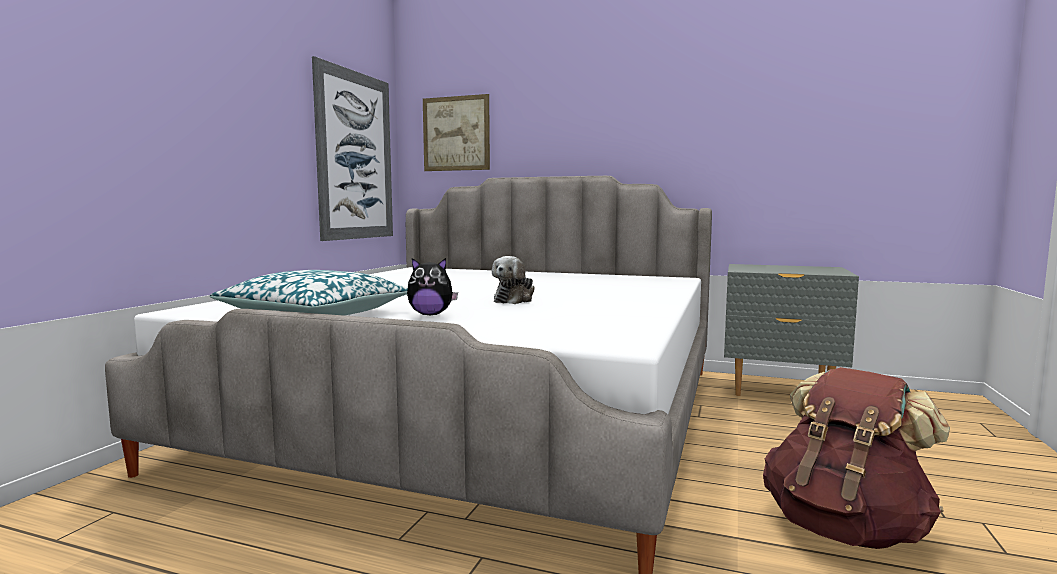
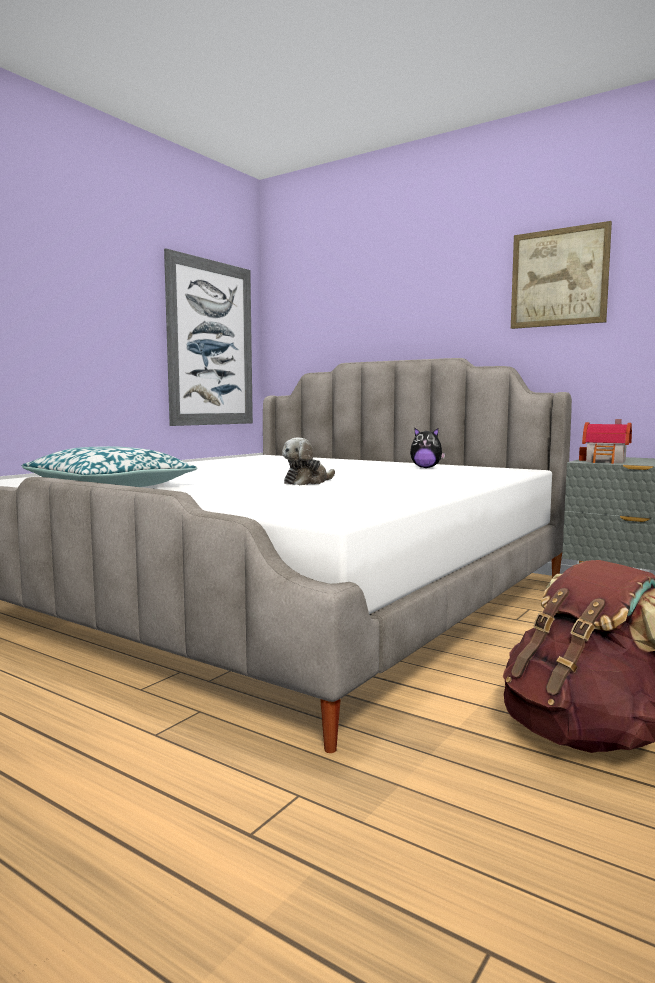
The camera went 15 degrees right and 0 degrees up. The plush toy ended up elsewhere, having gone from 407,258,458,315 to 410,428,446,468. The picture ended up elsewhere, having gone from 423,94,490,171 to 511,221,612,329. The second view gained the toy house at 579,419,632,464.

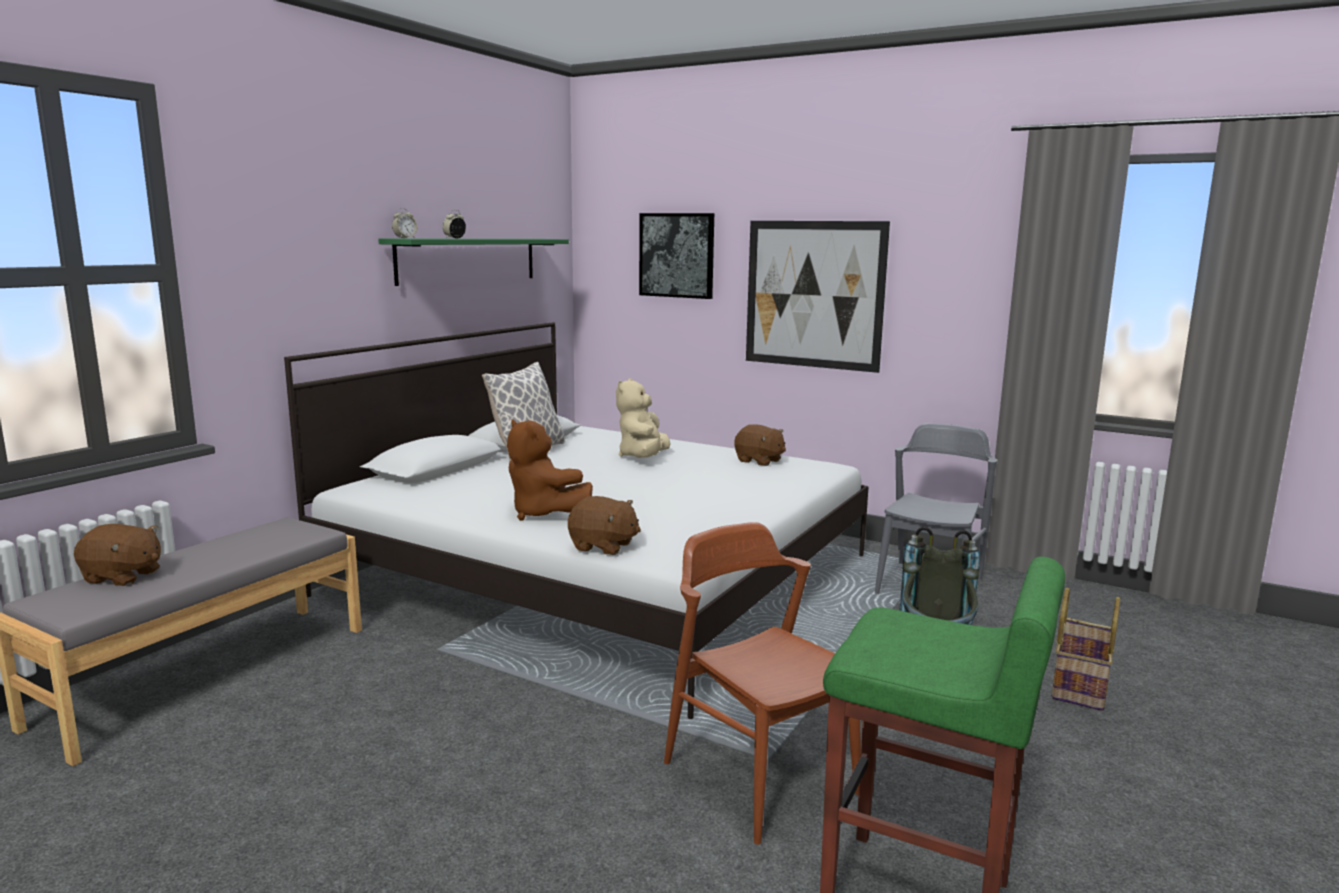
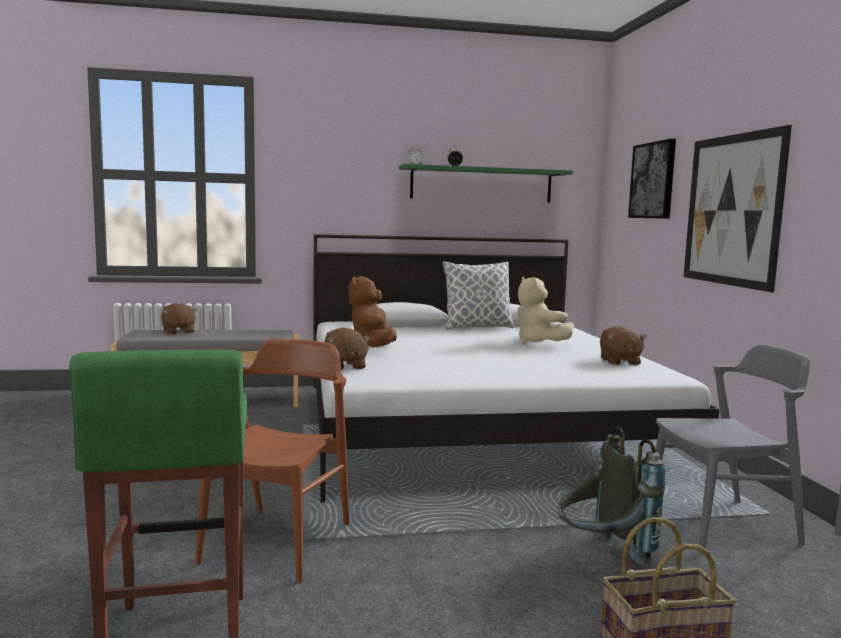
The camera went 50 degrees right and 5 degrees down. The beige plush toy at 616,378,670,458 ended up facing another way, 90 degrees counterclockwise from before.

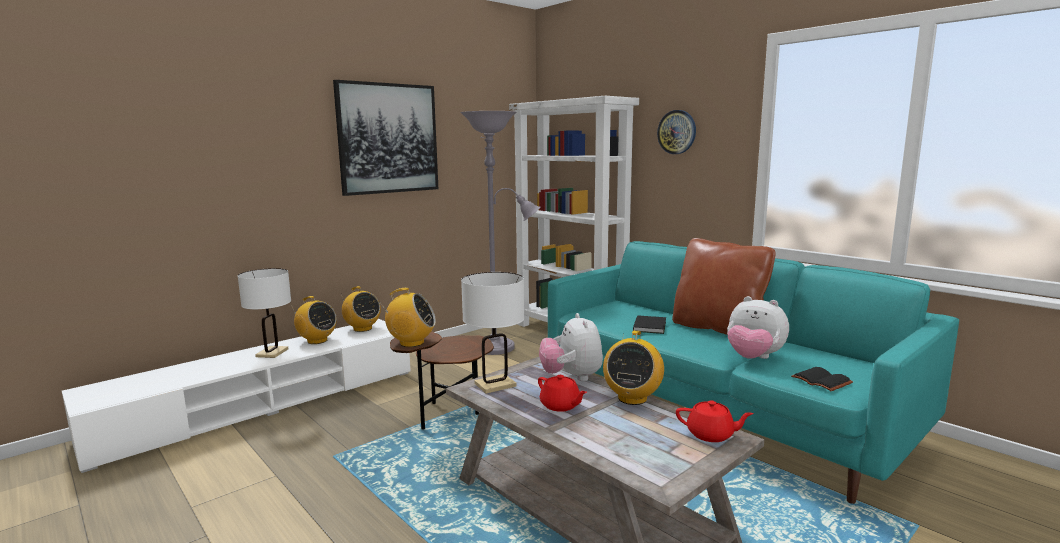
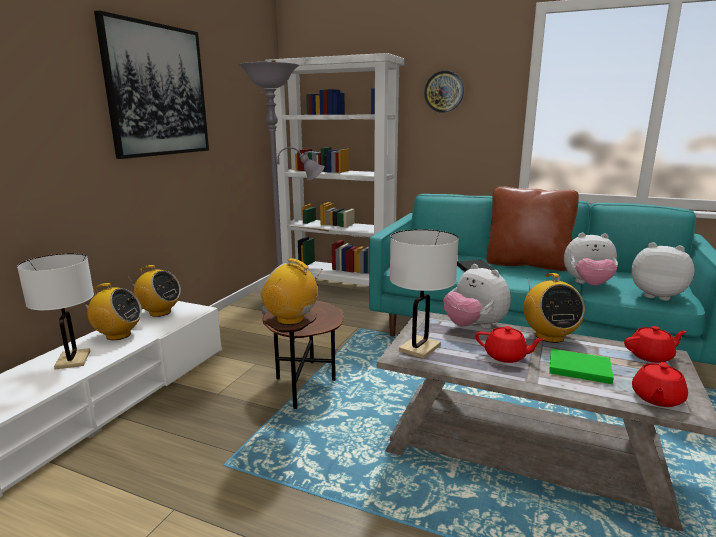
The camera went 25 degrees left and 5 degrees up. The radio at 381,288,436,347 ended up facing another way, 135 degrees counterclockwise from before. Where the black book stood at 791,367,853,391, the plush toy came to stand at 631,242,694,301. The second view gained the green book at 549,349,614,384. The second view gained the red teapot at 632,362,688,407.

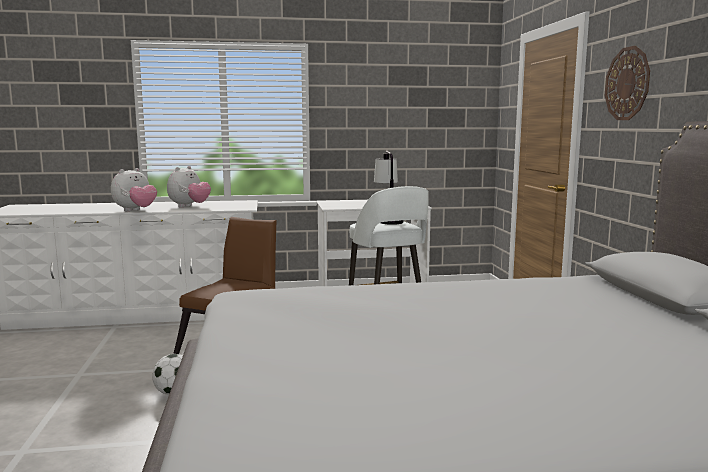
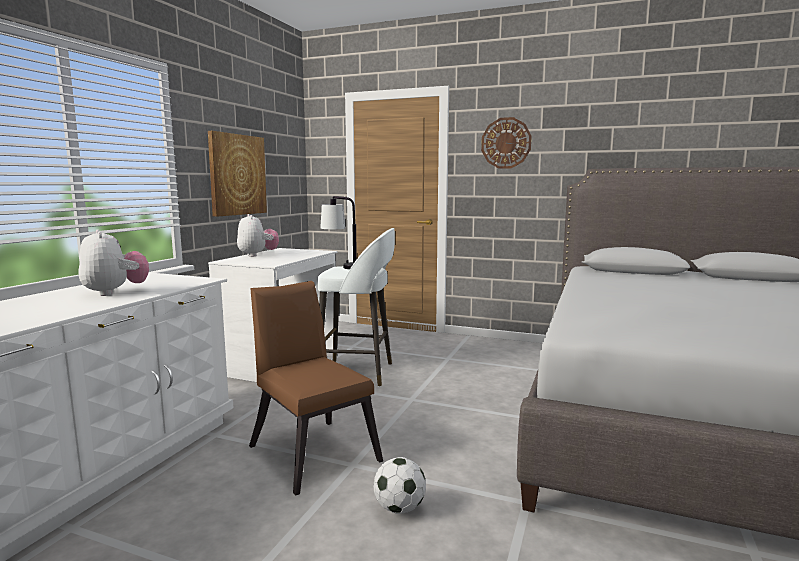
The camera went 60 degrees left and 0 degrees up. The plush toy ended up elsewhere, having gone from 111,168,157,211 to 237,214,279,257. The second view gained the picture at 208,131,267,217.

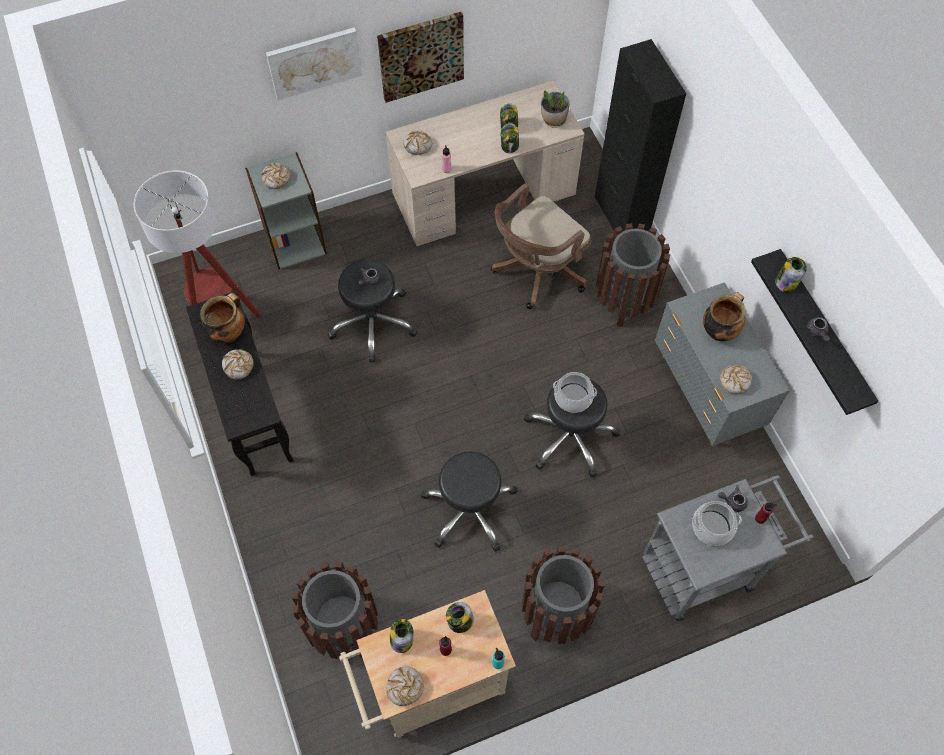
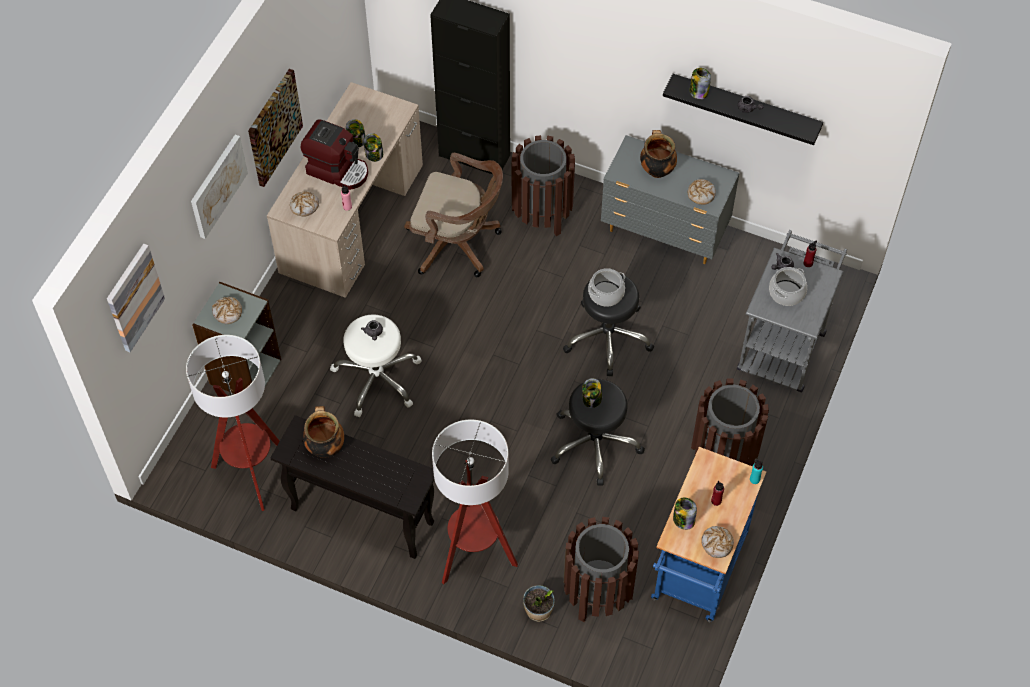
The camera went 45 degrees left and 5 degrees down. The second view lost the bread at 222,349,254,380. What was the black stool at 328,260,417,362 turned into the white stool at 330,314,422,417. What was the beige cart at 339,590,516,738 turned into the blue cart at 651,447,766,622. The jar ended up elsewhere, having gone from 446,602,474,633 to 582,378,602,408. The brown office chair at 491,183,591,309 ended up facing another way, 75 degrees counterclockwise from before. The potted plant ended up elsewhere, having gone from 541,90,569,128 to 523,585,555,621. The second view gained the picture at 107,244,165,352. The second view gained the coffee machine at 301,119,368,190. The second view gained the floor lamp at 432,420,518,584.

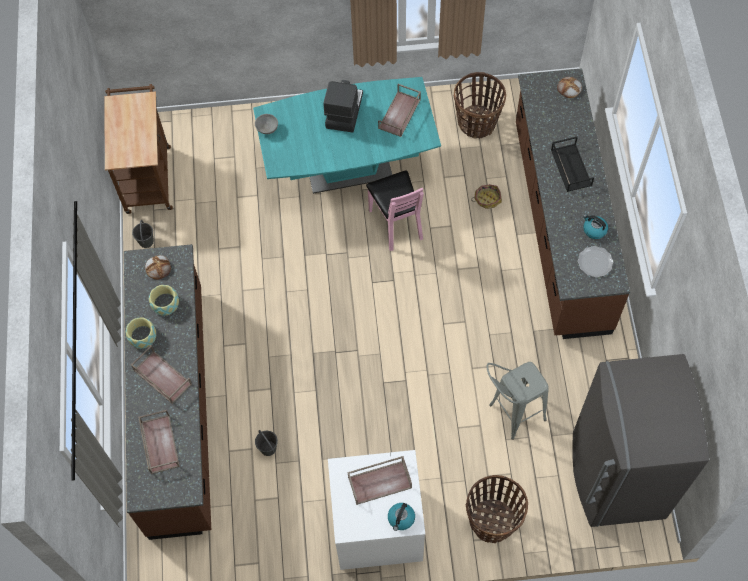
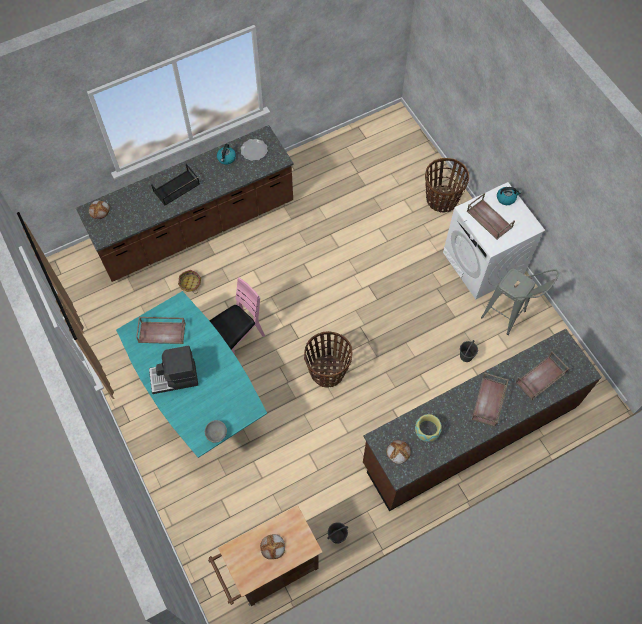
The camera went 115 degrees left and 0 degrees up. The second view lost the bowl at 126,317,156,349. The basket ended up elsewhere, having gone from 454,72,506,139 to 304,331,352,388. The grey stool ended up elsewhere, having gone from 486,362,549,440 to 481,268,559,335. The second view lost the grey fridge at 573,354,709,527. The second view gained the bread at 260,534,285,559.

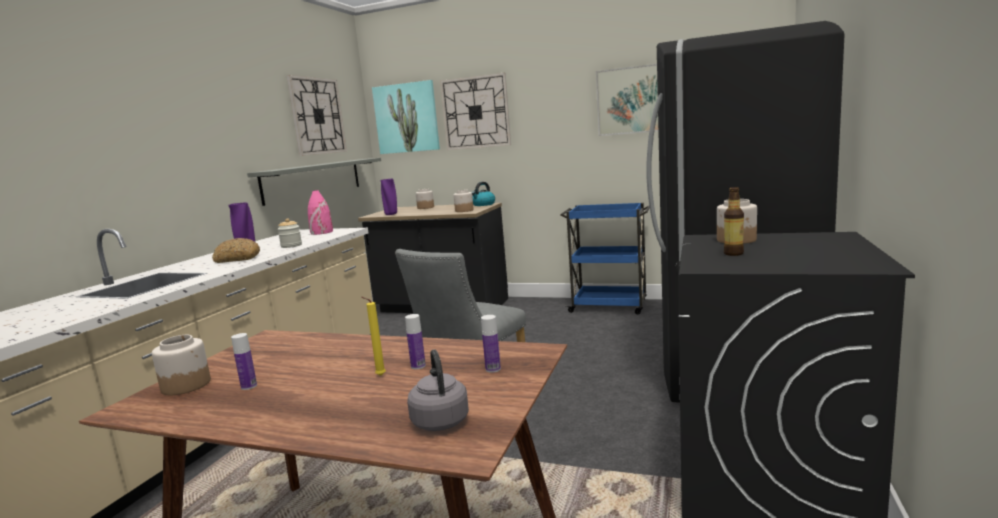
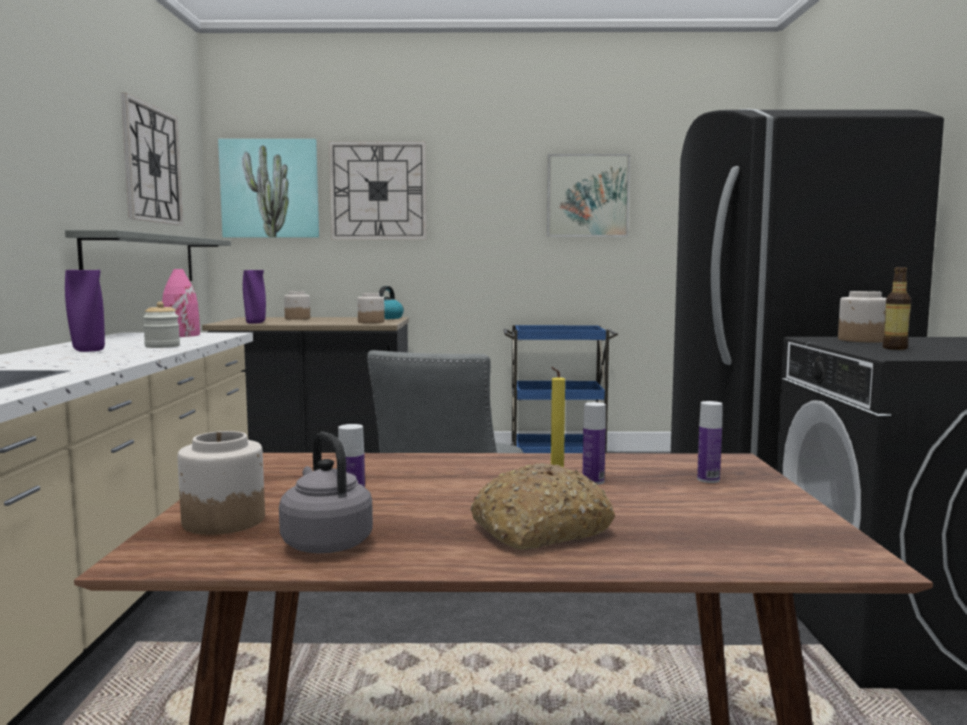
The camera went 20 degrees left and 5 degrees down. The bread ended up elsewhere, having gone from 212,238,260,263 to 471,463,615,550. The grey kettle ended up elsewhere, having gone from 407,349,469,431 to 279,432,373,553.

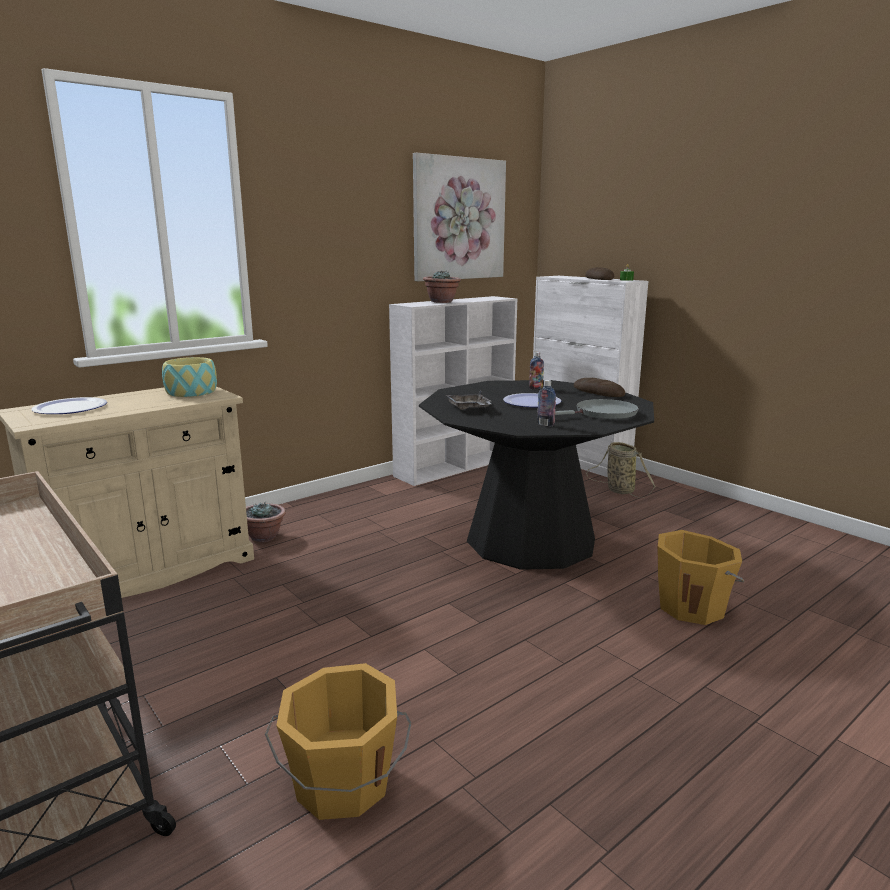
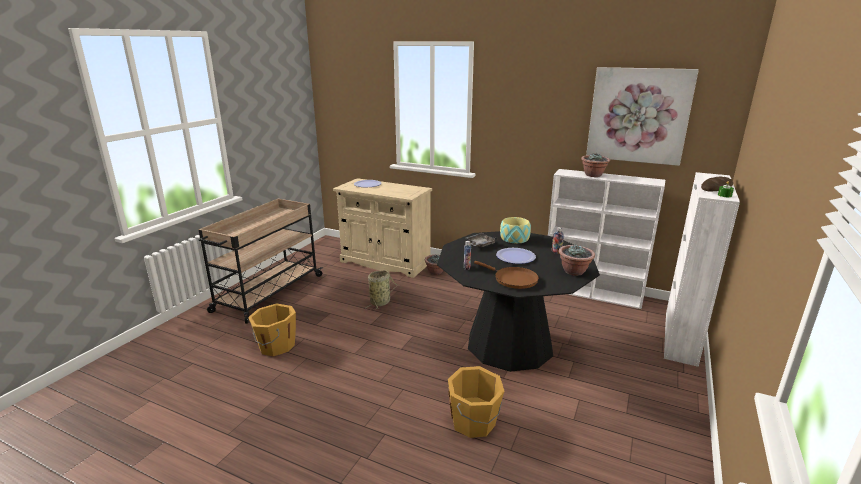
The camera went 65 degrees right and 5 degrees up. The bowl ended up elsewhere, having gone from 162,357,217,397 to 500,217,531,243. What was the grey frying pan at 555,399,639,419 turned into the brown frying pan at 474,261,539,289. Where the bread stood at 574,378,625,397, the potted plant came to stand at 559,245,595,276. The basket ended up elsewhere, having gone from 586,442,655,498 to 366,270,399,309.

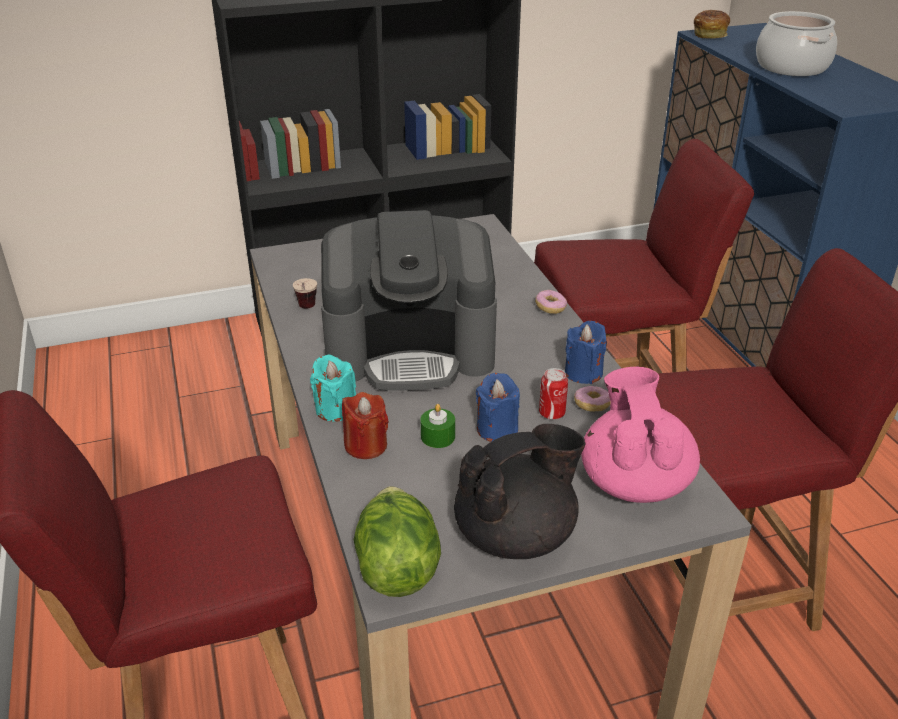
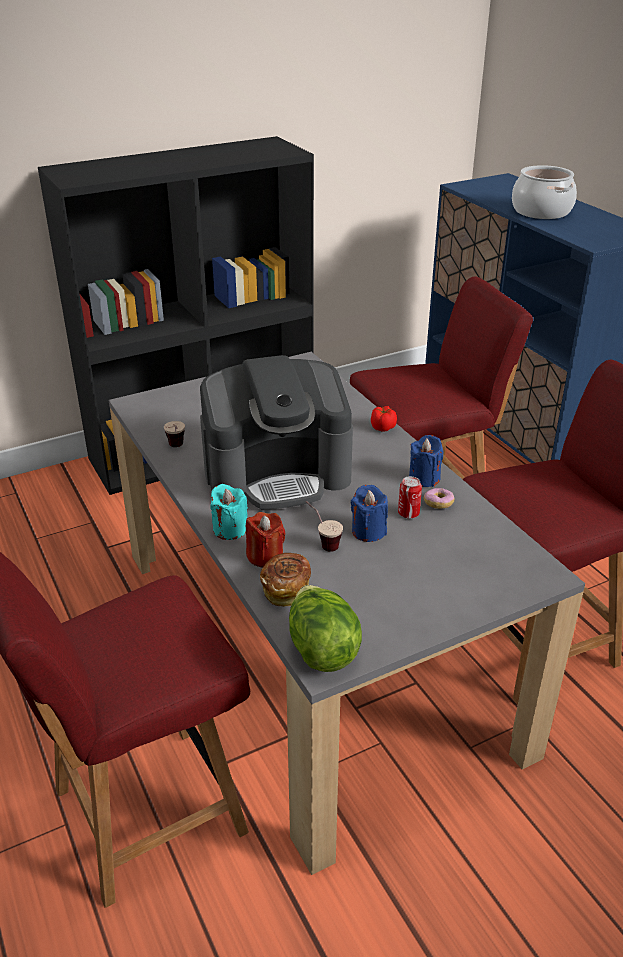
The camera went 10 degrees left and 0 degrees up. Where the green candle stood at 421,404,455,448, the cup came to stand at 305,501,343,552. The second view lost the black teapot at 454,424,586,559. Where the donut stood at 535,290,567,314, the tomato came to stand at 371,406,397,432. The second view lost the pink teapot at 581,367,700,503. The bread ended up elsewhere, having gone from 694,10,730,38 to 260,553,311,606.

